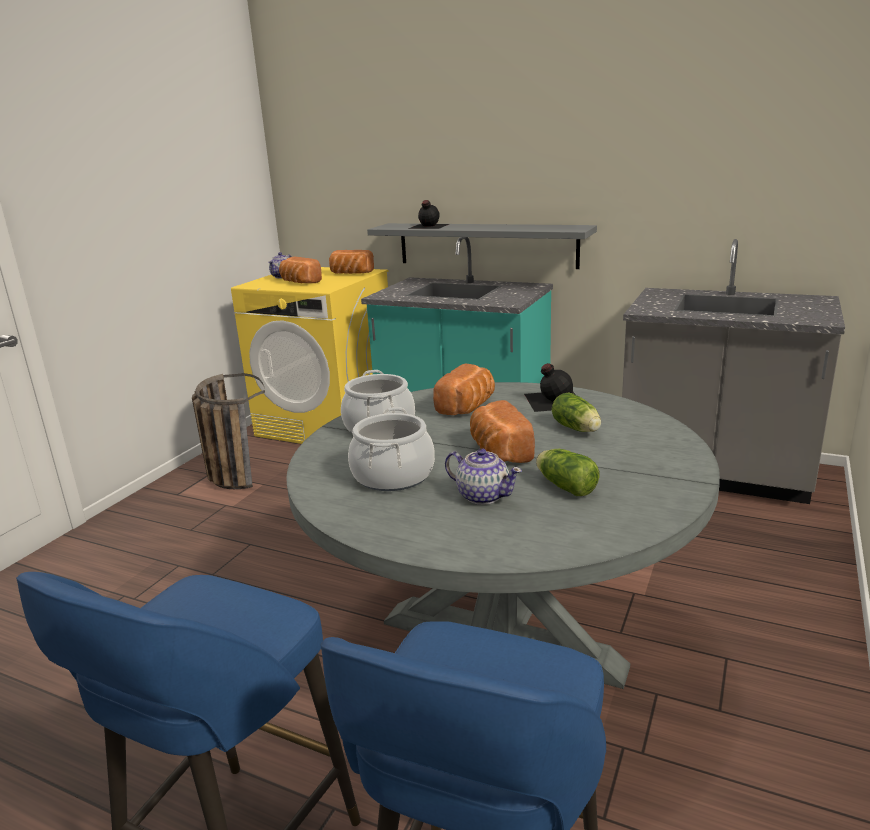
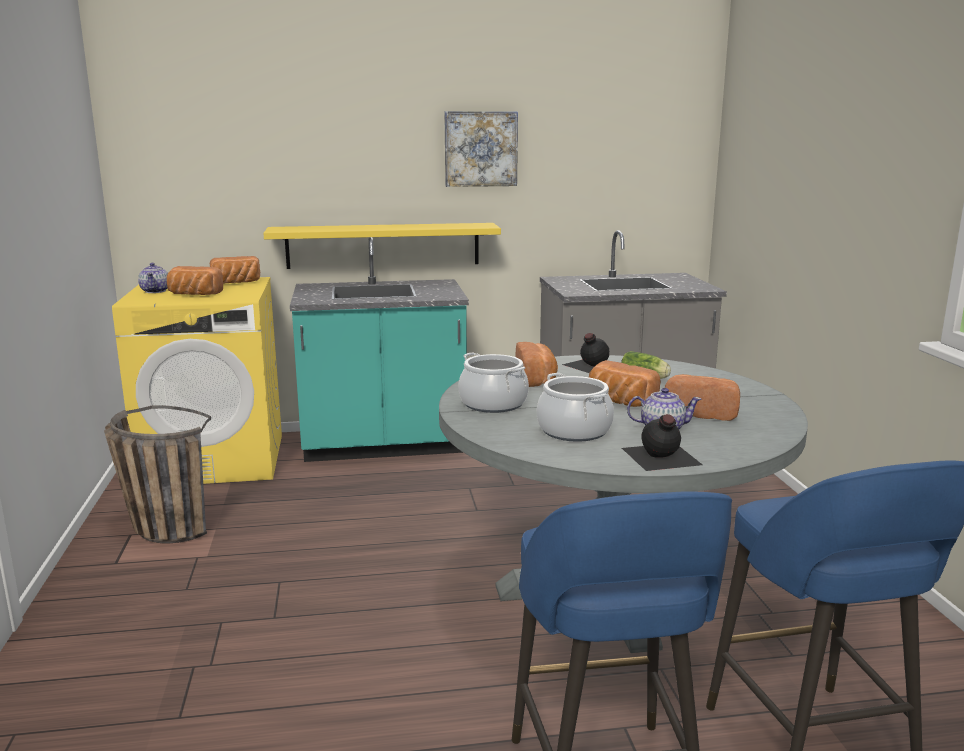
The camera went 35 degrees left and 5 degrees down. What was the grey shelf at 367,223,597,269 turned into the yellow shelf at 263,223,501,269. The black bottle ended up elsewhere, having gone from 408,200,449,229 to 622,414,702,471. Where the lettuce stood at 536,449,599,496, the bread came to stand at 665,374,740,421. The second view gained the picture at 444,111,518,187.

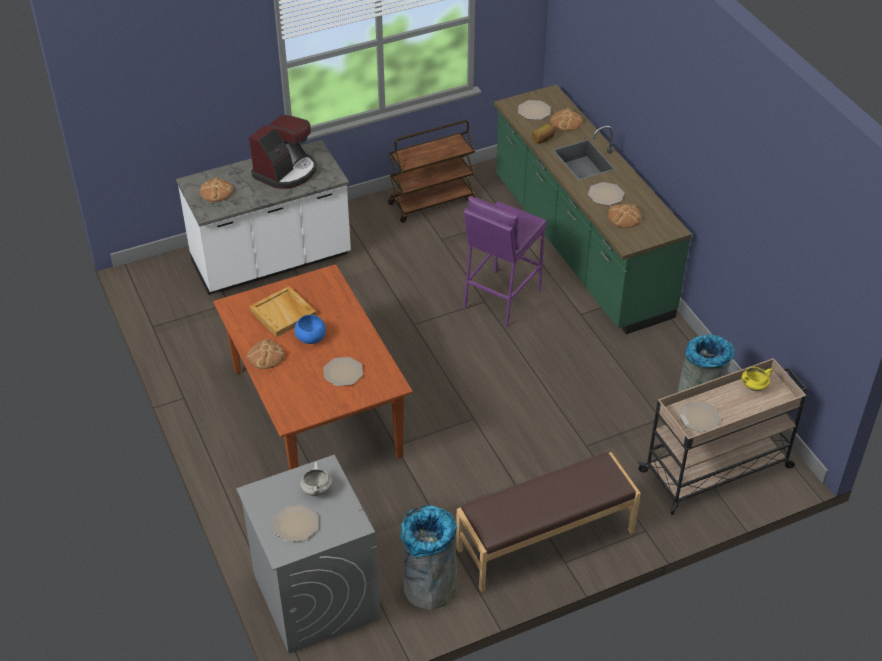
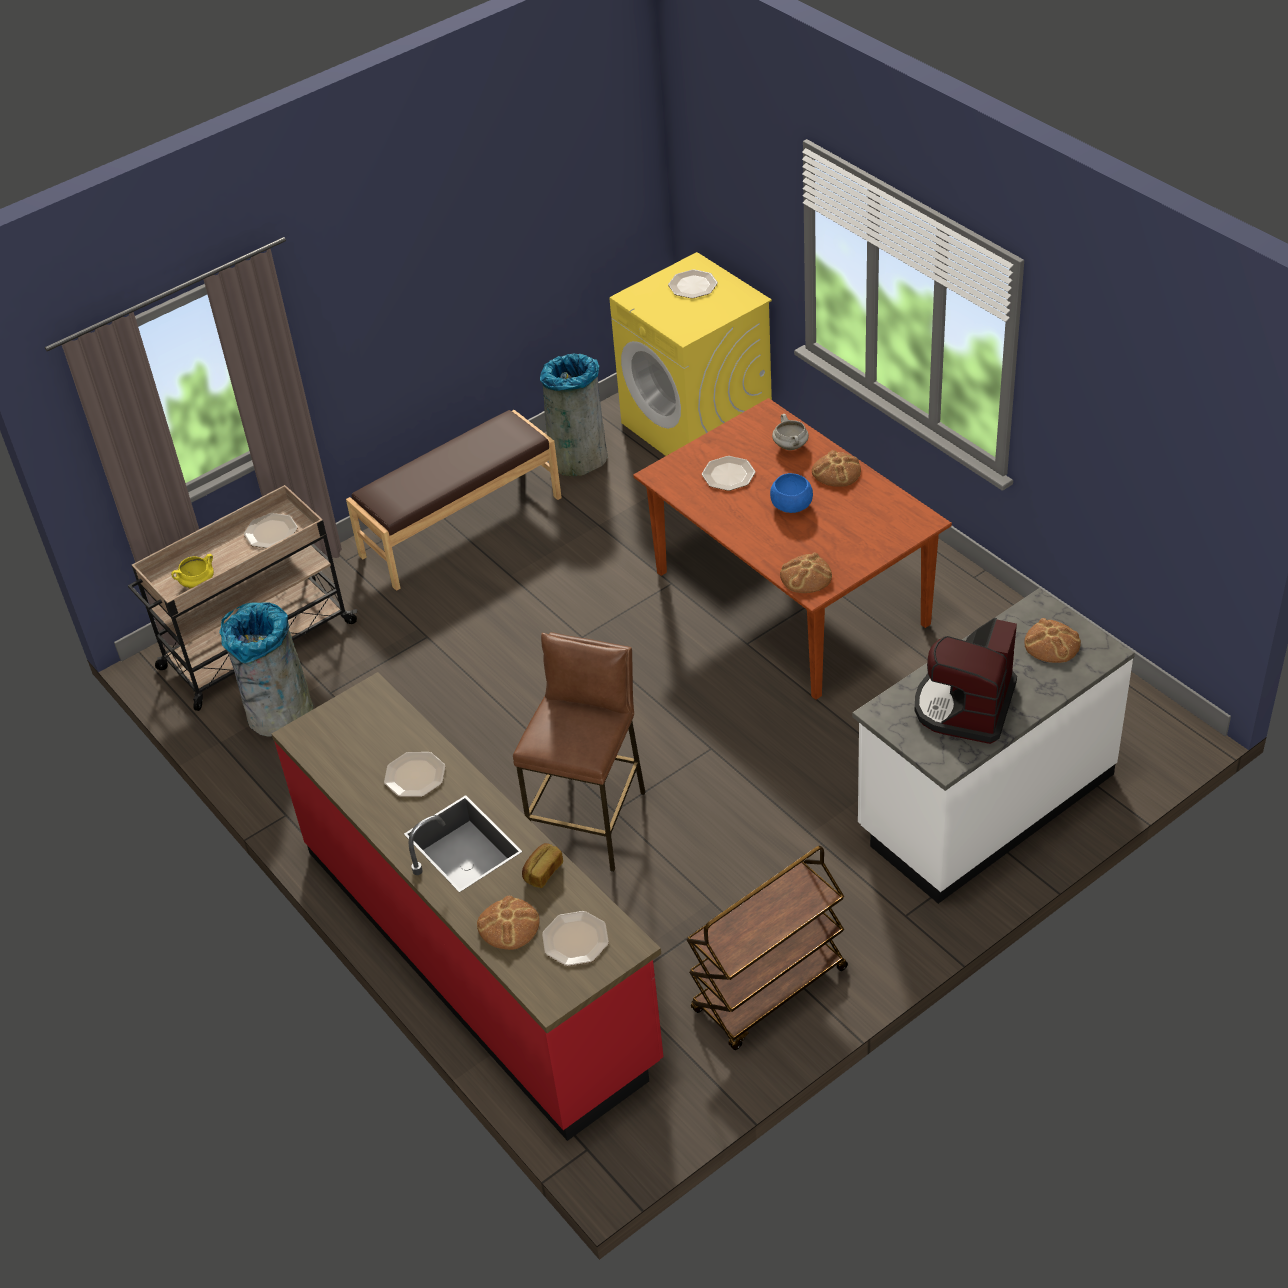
The camera went 170 degrees right and 0 degrees up. What was the grey washing machine at 236,455,381,654 turned into the yellow washing machine at 610,252,772,456. The second view lost the beige tray at 250,286,316,337. The white cooking pot ended up elsewhere, having gone from 300,462,332,496 to 772,414,809,450. What was the purple stool at 463,197,547,327 turned into the brown stool at 513,632,645,872. What was the green counter at 494,85,692,334 turned into the red counter at 272,672,664,1141. The bread ended up elsewhere, having gone from 608,204,642,228 to 780,552,832,593.

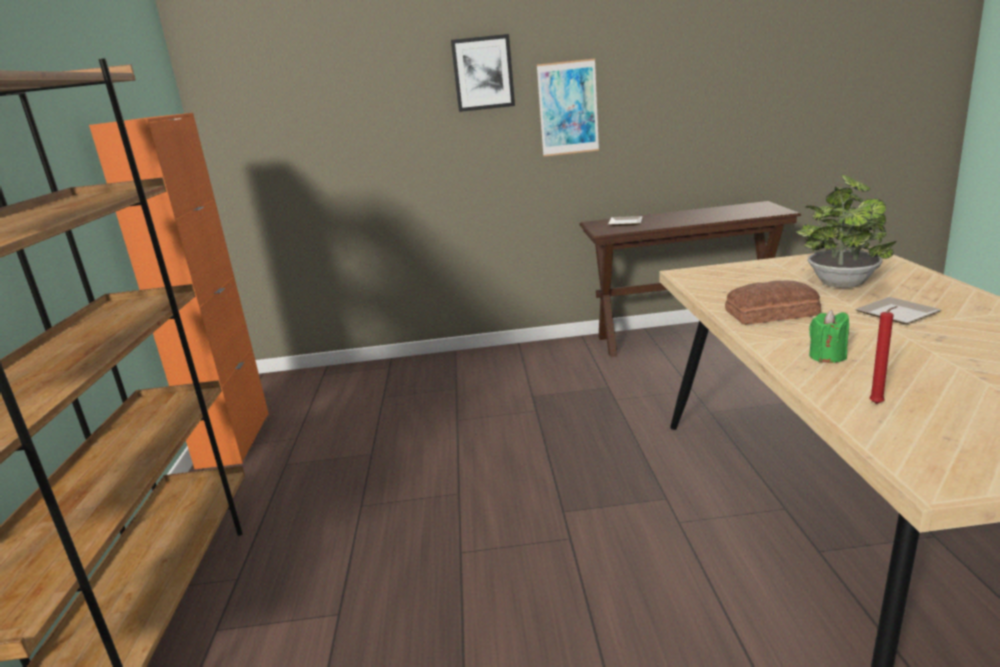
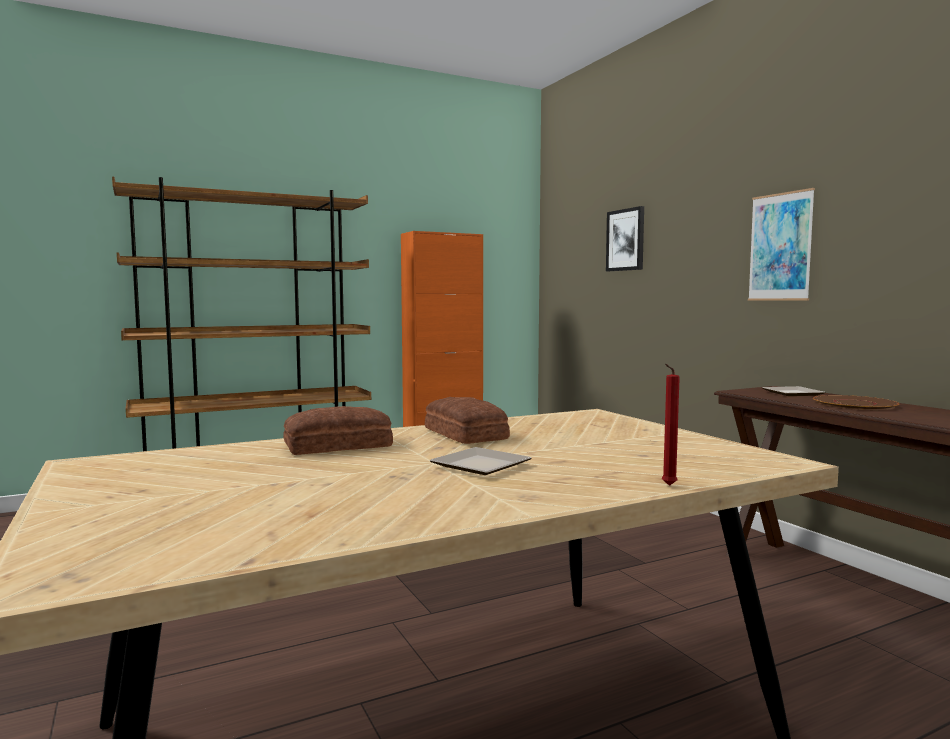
The camera went 65 degrees right and 15 degrees down. The picture ended up elsewhere, having gone from 451,34,515,112 to 606,206,644,271. The second view lost the potted plant at 796,174,896,288. Where the green candle stood at 809,310,849,363, the bread came to stand at 283,406,393,455. The red candle ended up elsewhere, having gone from 869,306,898,404 to 662,364,680,486. The second view gained the brown plate at 813,395,899,410.

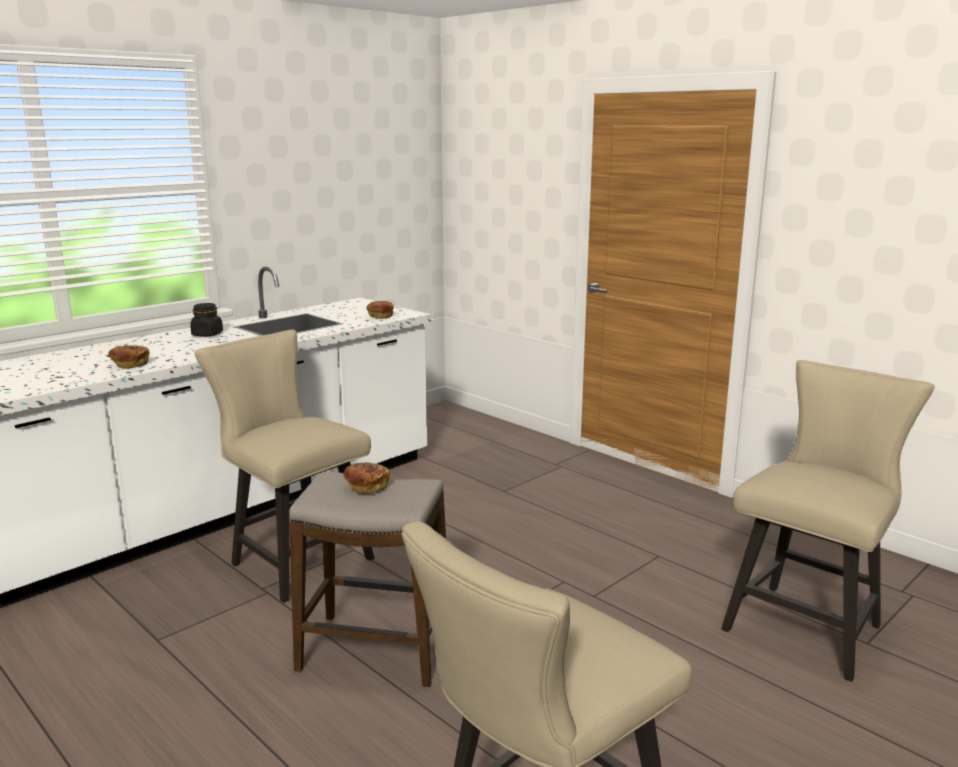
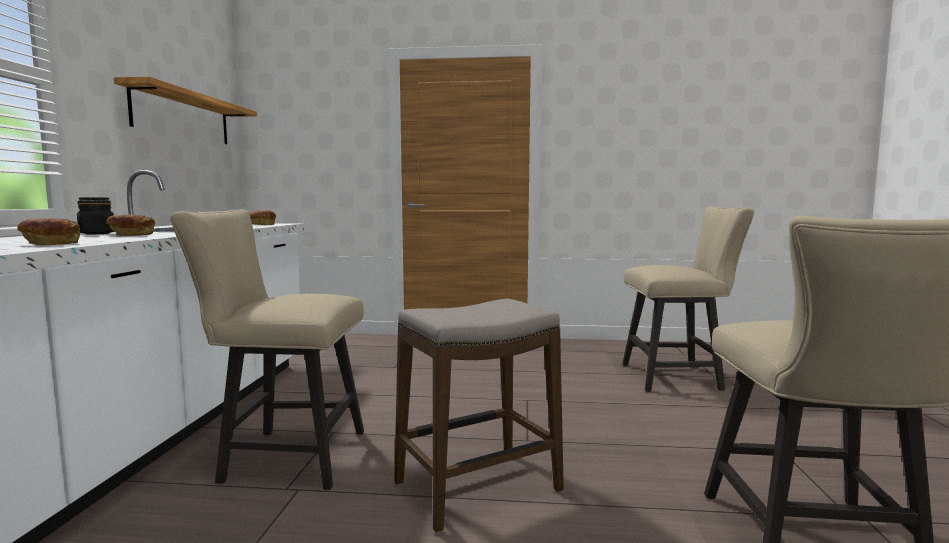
The camera went 40 degrees left and 10 degrees down. The bread ended up elsewhere, having gone from 343,462,390,494 to 106,214,155,236. The beige chair at 721,360,935,682 ended up facing another way, 90 degrees clockwise from before. The second view gained the shelf at 114,77,257,144.

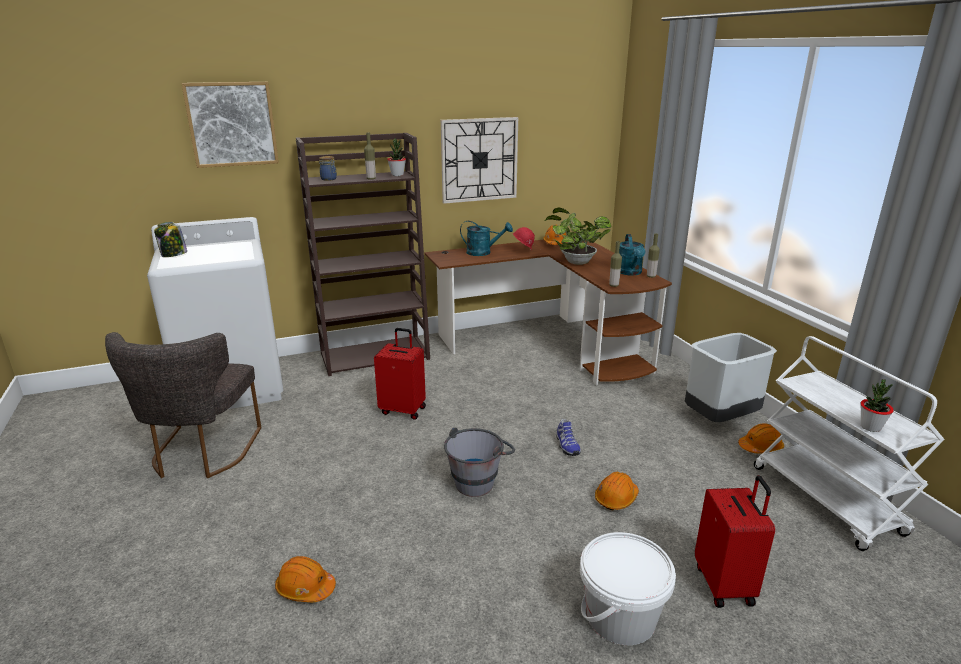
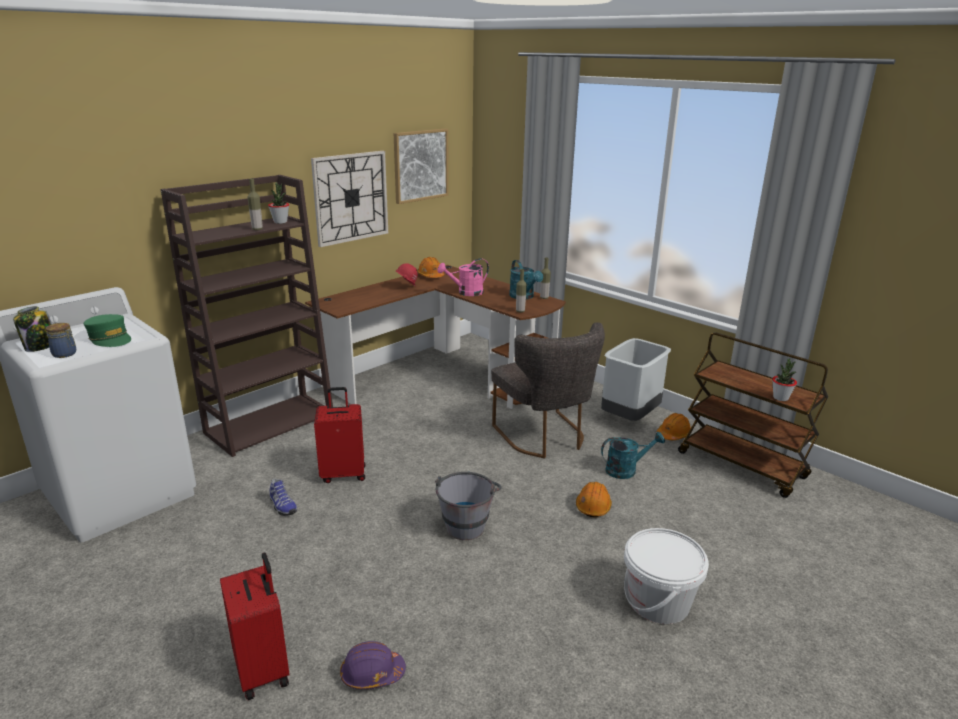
The camera went 25 degrees left and 0 degrees up. The grey chair ended up elsewhere, having gone from 105,332,261,478 to 491,322,605,458. The picture ended up elsewhere, having gone from 181,82,279,168 to 394,129,449,204. What was the orange hard hat at 275,556,336,602 turned into the purple hard hat at 340,641,406,689. The jar ended up elsewhere, having gone from 319,156,337,181 to 46,323,76,358. The turquoise watering can ended up elsewhere, having gone from 460,221,513,256 to 601,432,665,479. Where the potted plant stood at 545,207,611,265, the pink watering can came to stand at 437,258,489,296. The shoe ended up elsewhere, having gone from 556,419,581,456 to 269,478,297,516. The red suitcase ended up elsewhere, having gone from 695,475,775,608 to 220,553,290,700. What was the white cart at 754,336,945,551 turned into the brown cart at 678,332,828,498. The second view gained the green cap at 84,314,131,347.

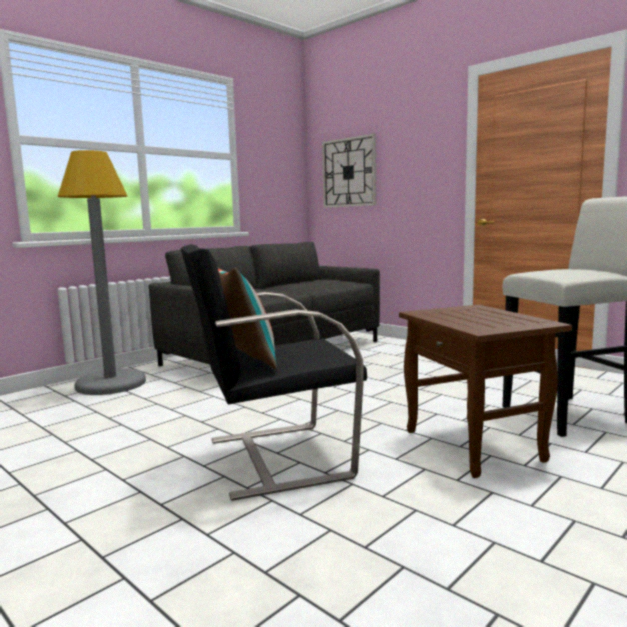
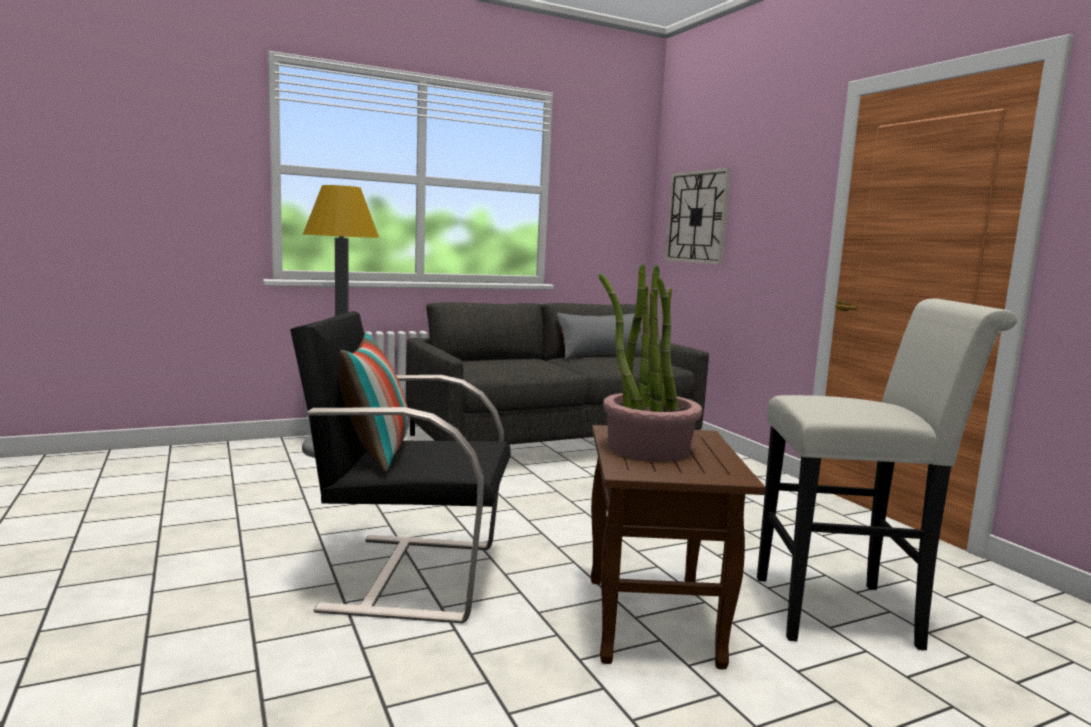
The camera went 20 degrees right and 0 degrees up. The second view gained the grey pillow at 557,313,642,359. The second view gained the potted plant at 599,264,702,461.

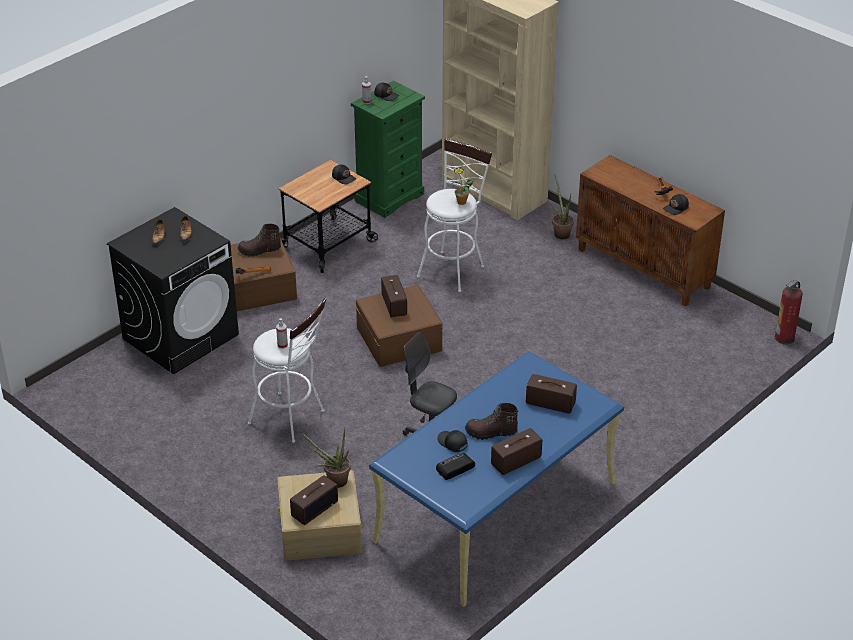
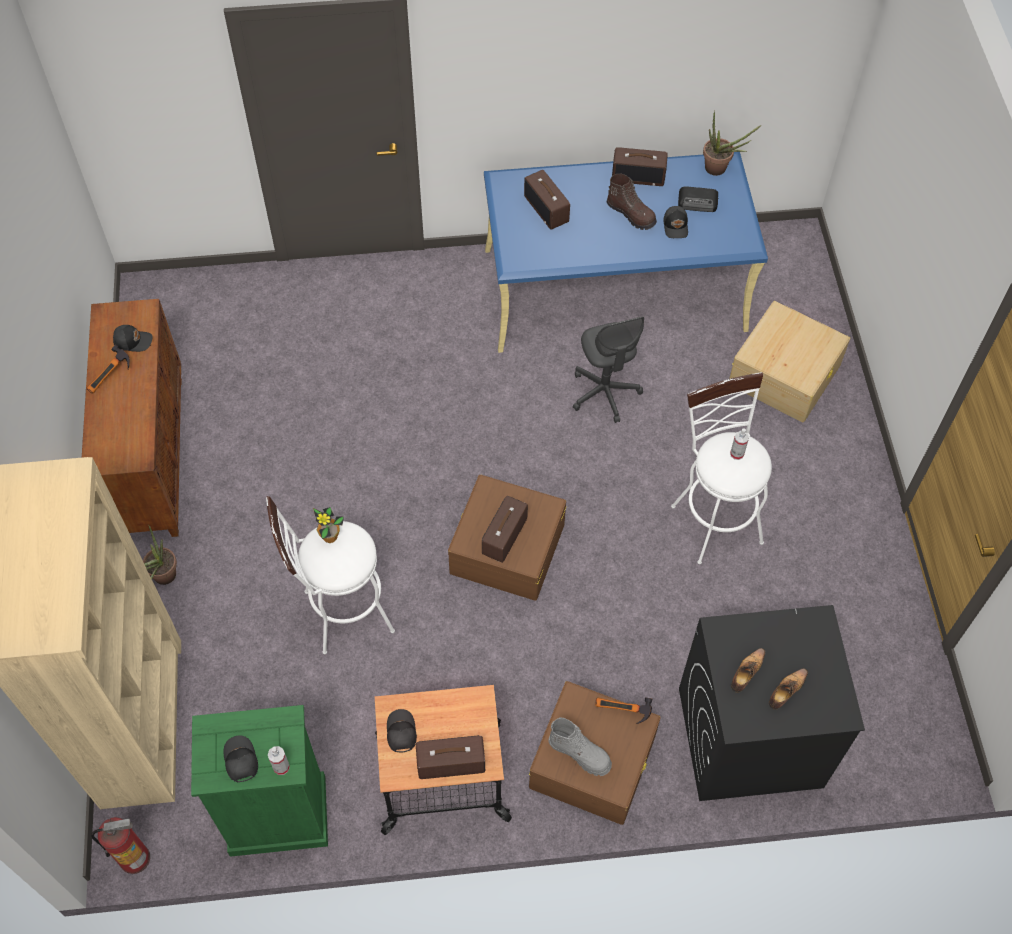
The camera went 140 degrees left and 20 degrees up. What was the brown boot at 237,224,281,257 turned into the grey boot at 549,717,612,776. The radio ended up elsewhere, having gone from 290,475,338,525 to 416,735,485,779. The potted plant ended up elsewhere, having gone from 301,427,351,488 to 703,110,761,176. The fire extinguisher ended up elsewhere, having gone from 775,280,803,344 to 91,817,150,874.

